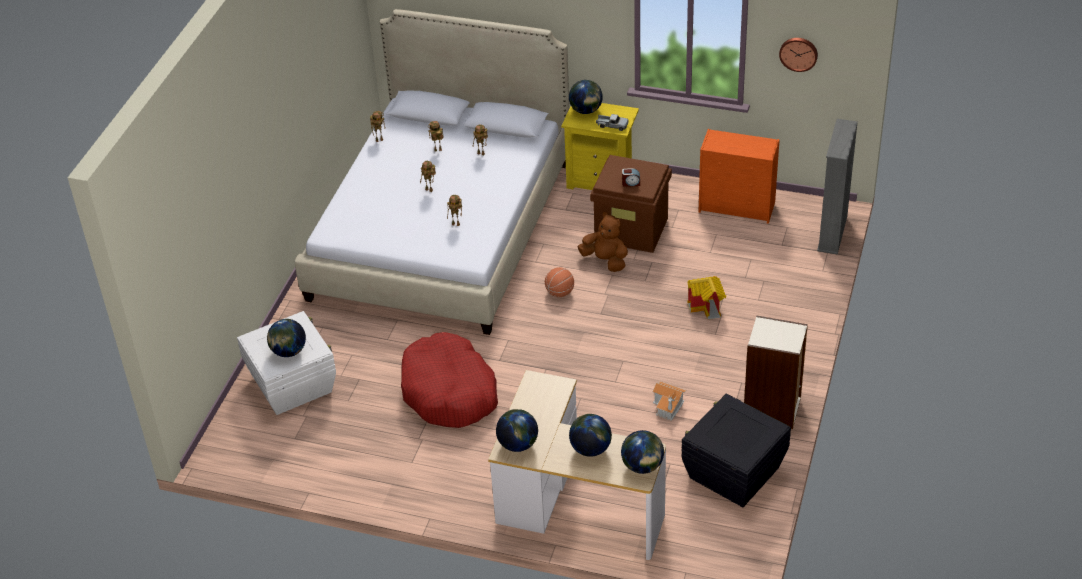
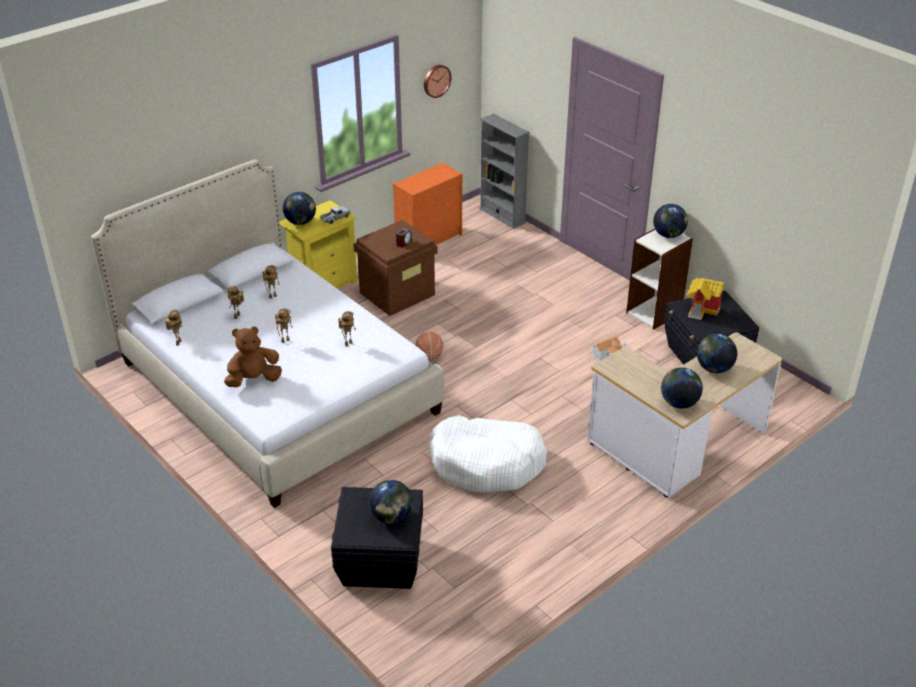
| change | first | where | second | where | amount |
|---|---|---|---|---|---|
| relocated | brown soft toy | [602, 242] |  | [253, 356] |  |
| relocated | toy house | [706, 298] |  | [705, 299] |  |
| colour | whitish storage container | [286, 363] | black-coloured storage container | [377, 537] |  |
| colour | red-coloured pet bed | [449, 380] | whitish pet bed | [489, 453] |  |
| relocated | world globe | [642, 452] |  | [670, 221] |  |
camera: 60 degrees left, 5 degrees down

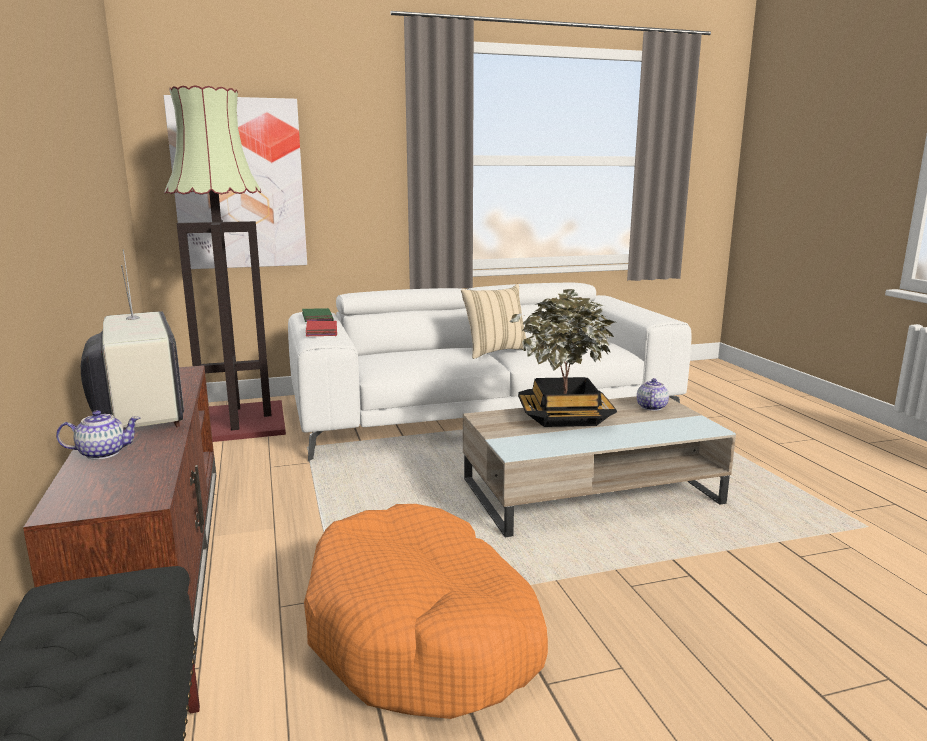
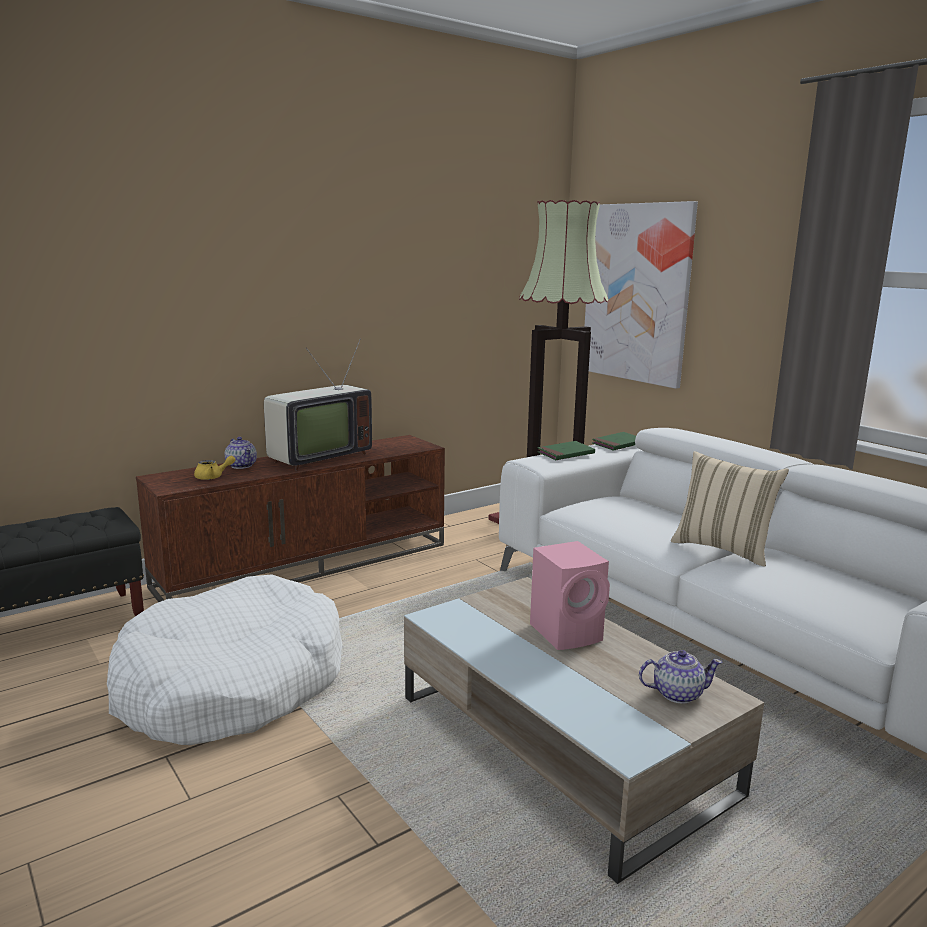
| change | first | where | second | where | amount |
|---|---|---|---|---|---|
| exchanged | plant in a pot | [563, 358] | pink-coloured speaker | [570, 595] |  |
| colour | red-coloured volume | [321, 328] | greenish volume | [566, 450] |  |
| colour | orange-coloured pet bed | [426, 611] | whitish pet bed | [224, 659] |  |
| appeared |  |  | yellow-coloured tea pot | [214, 468] |  |
camera: 70 degrees right, 0 degrees up

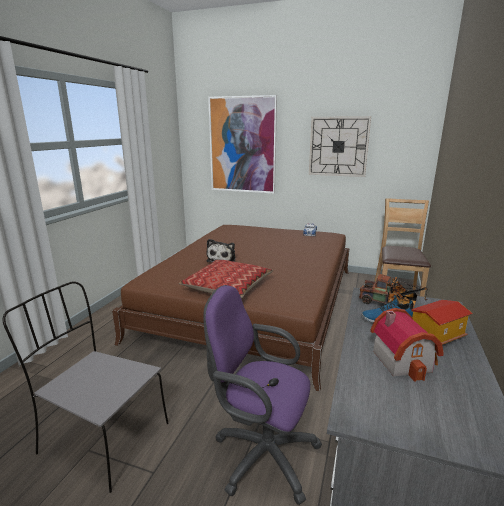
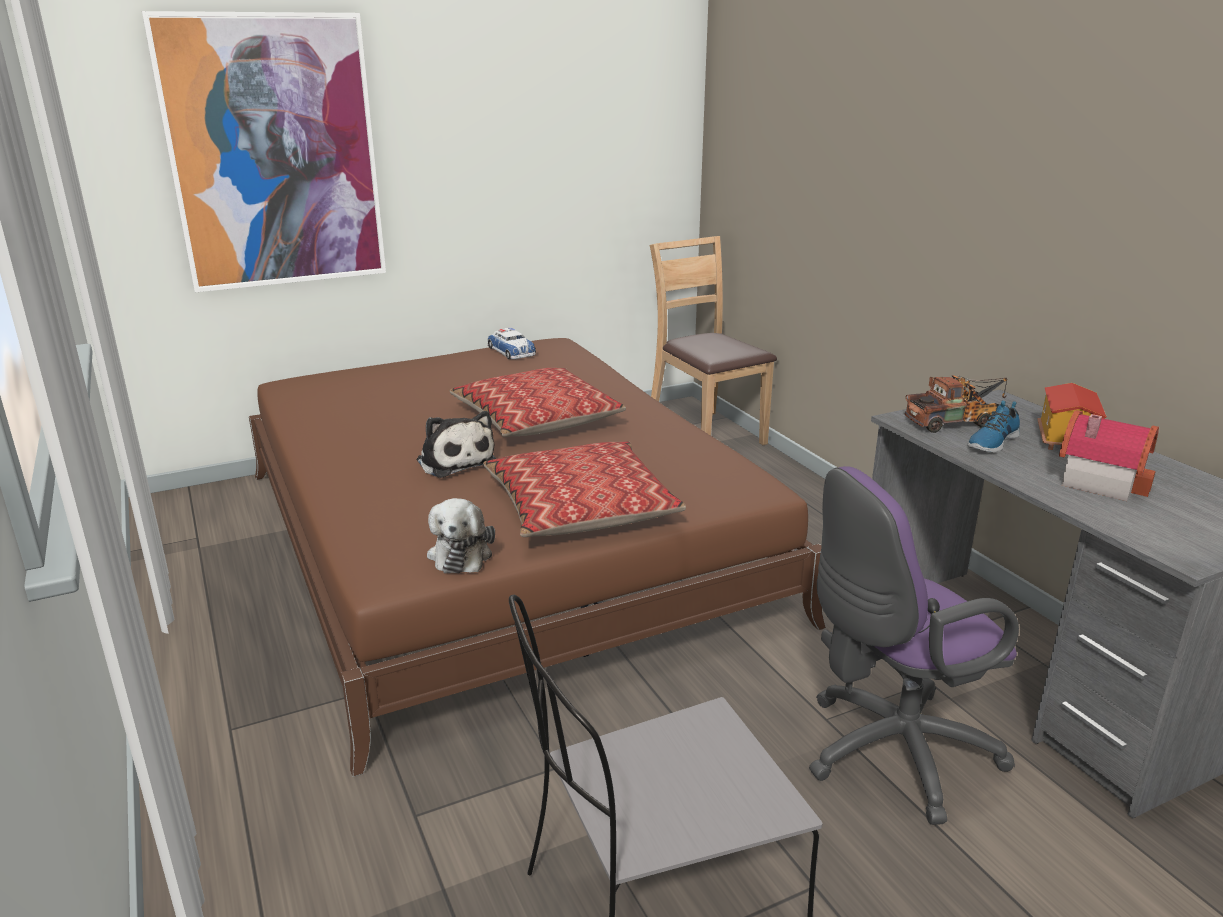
| change | first | where | second | where | amount |
|---|---|---|---|---|---|
| missing | wall clock | [340, 146] |  |  |  |
| appeared |  |  | cushion | [538, 402] |  |
| appeared |  |  | soft toy | [461, 535] |  |
camera: 45 degrees left, 5 degrees up

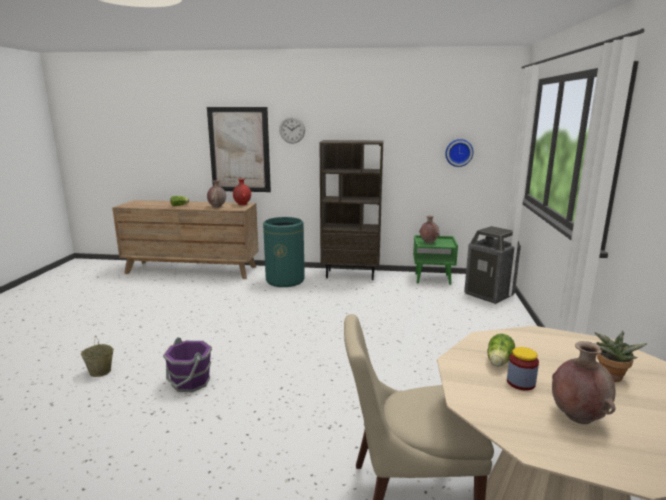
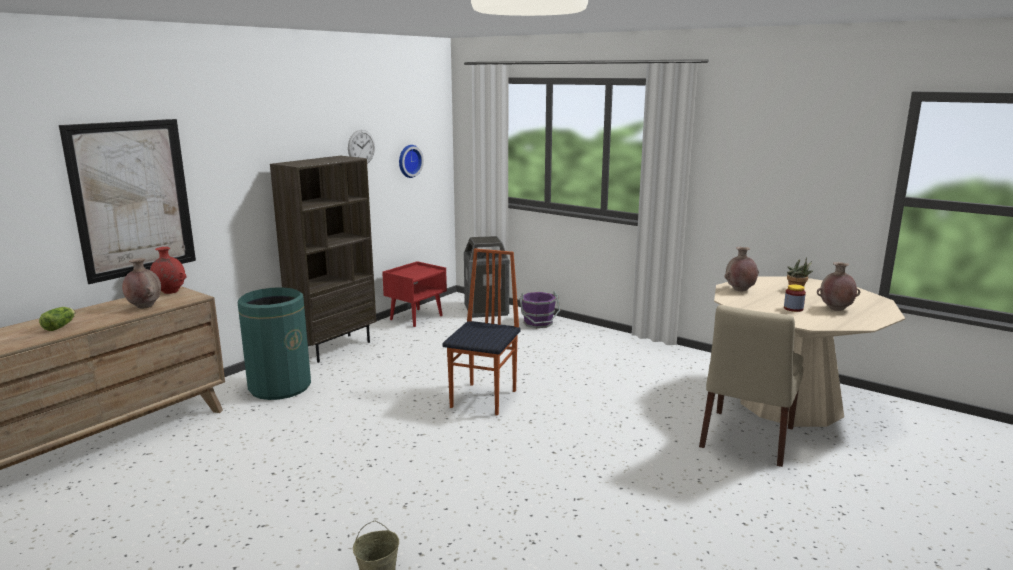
| change | first | where | second | where | amount |
|---|---|---|---|---|---|
| relocated | wall clock | [292, 130] |  | [361, 147] |  |
| relocated | brown flower vase | [429, 229] |  | [741, 269] |  |
| colour | greenish night table | [435, 260] | red-coloured night table | [414, 294] |  |
| missing | lettuce | [501, 350] |  |  |  |
| relocated | purplish bucket | [187, 364] |  | [540, 309] |  |
| appeared |  |  | upright chair | [482, 332] |  |
camera: 60 degrees left, 0 degrees up

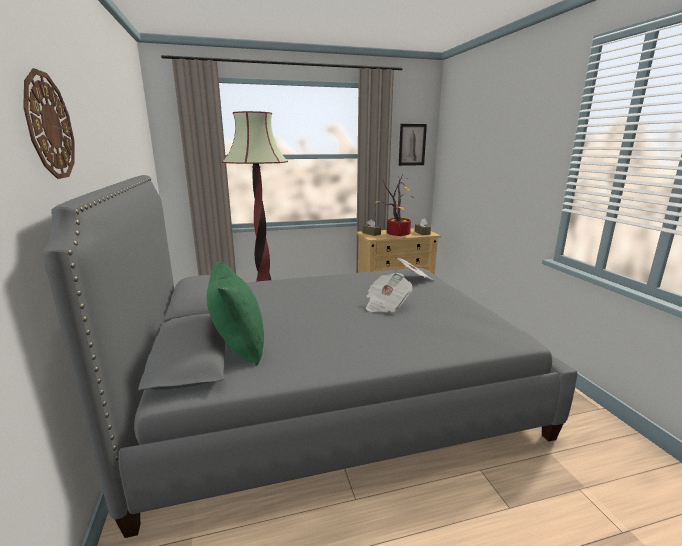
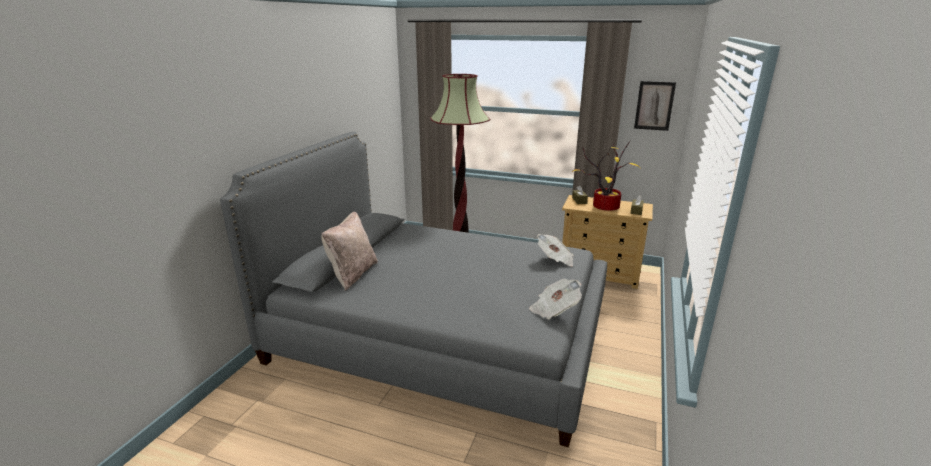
| change | first | where | second | where | amount |
|---|---|---|---|---|---|
| missing | wall clock | [49, 123] |  |  |  |
| colour | greenish cushion | [235, 314] | sand-coloured cushion | [349, 251] |  |
| relocated | newspaper | [389, 292] |  | [555, 299] |  |
camera: 35 degrees right, 5 degrees up

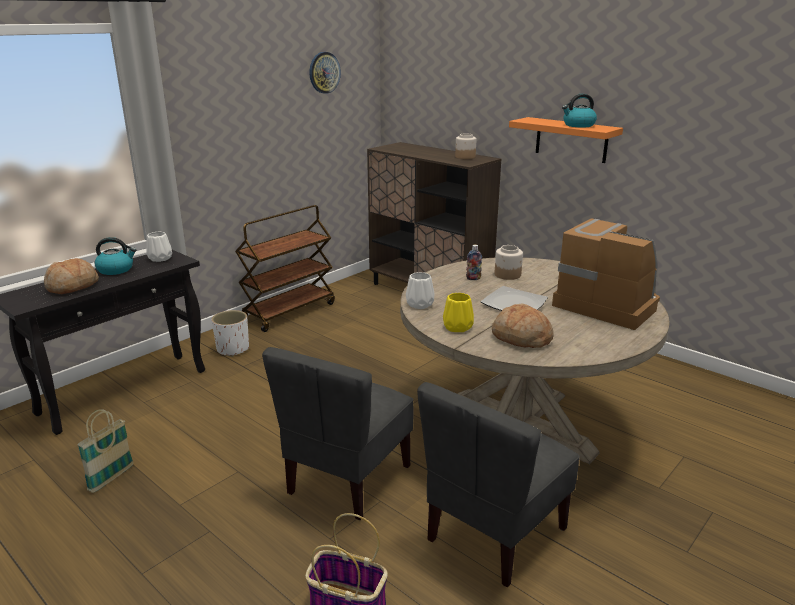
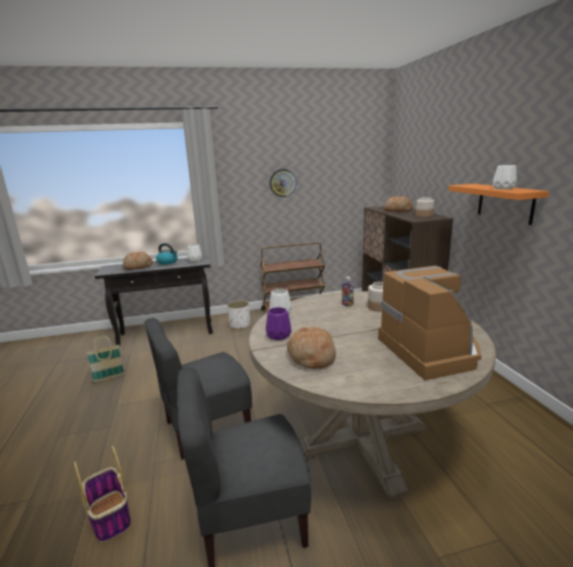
| change | first | where | second | where | amount |
|---|---|---|---|---|---|
| relocated | wall clock | [325, 73] |  | [282, 183] |  |
| exchanged | water kettle | [579, 111] | whitish flower vase | [505, 177] |  |
| missing | dinner plate | [514, 298] |  |  |  |
| colour | yellow-coloured flower vase | [458, 312] | purplish flower vase | [278, 323] |  |
| appeared |  |  | baked bread | [398, 204] |  |
camera: 35 degrees right, 5 degrees down

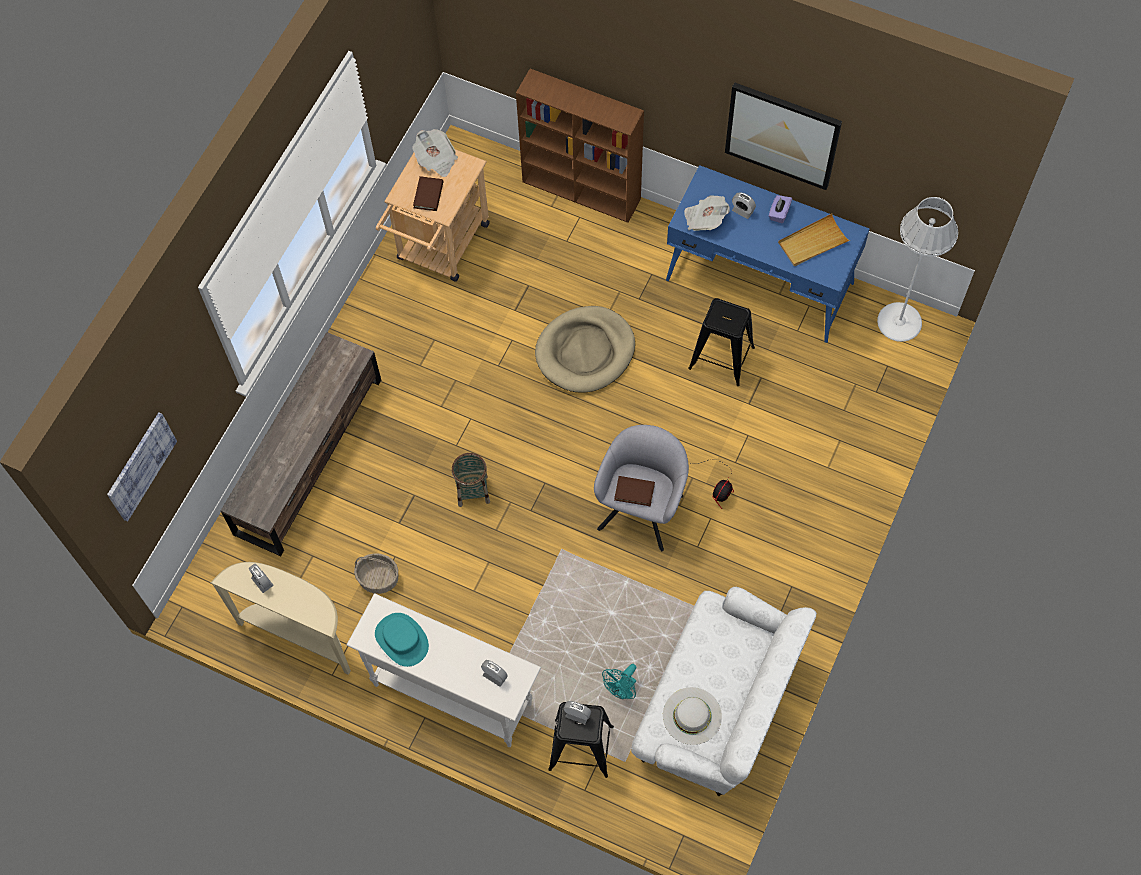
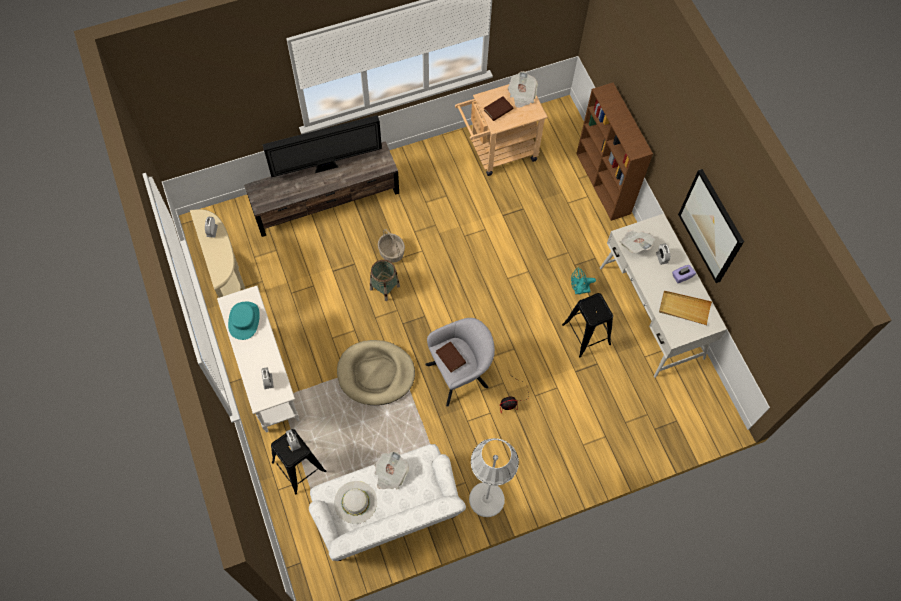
| change | first | where | second | where | amount |
|---|---|---|---|---|---|
| colour | blue-coloured desk table | [767, 254] | whitish desk table | [663, 296] |  |
| relocated | whitish floor lamp | [917, 269] |  | [494, 477] |  |
| relocated | sand-coloured pet bed | [585, 349] |  | [376, 372] |  |
| missing | wall art | [142, 467] |  |  |  |
| relocated | household basket | [376, 573] |  | [391, 246] |  |
| relocated | turquoise-coloured fan | [619, 681] |  | [583, 281] |  |
| appeared |  |  | TV | [322, 146] |  |
| appeared |  |  | newspaper | [392, 470] |  |
camera: 40 degrees right, 0 degrees up

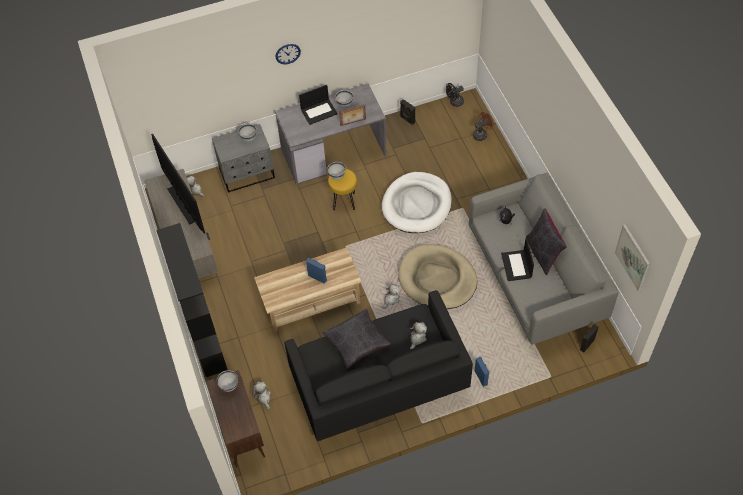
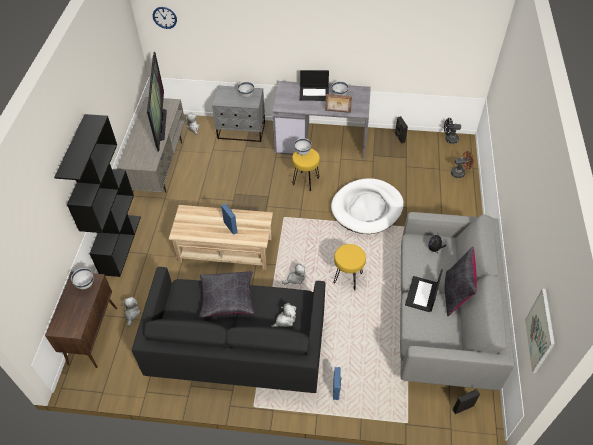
| change | first | where | second | where | amount |
|---|---|---|---|---|---|
| relocated | wall clock | [288, 54] |  | [165, 18] |  |
| exchanged | sand-coloured pet bed | [437, 276] | yellow-coloured stool | [349, 267] |  |
camera: 25 degrees right, 5 degrees down

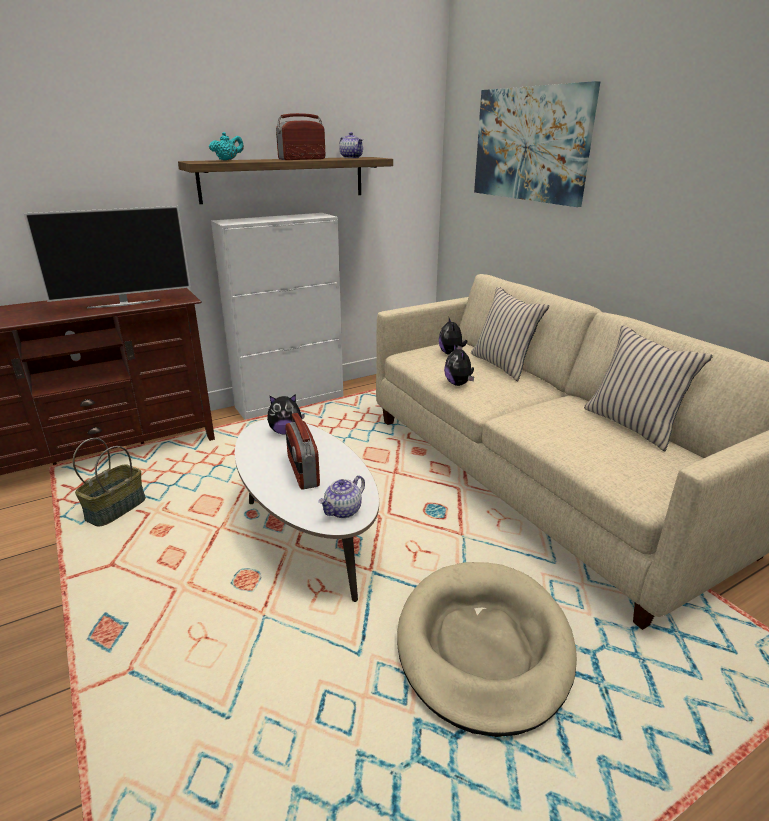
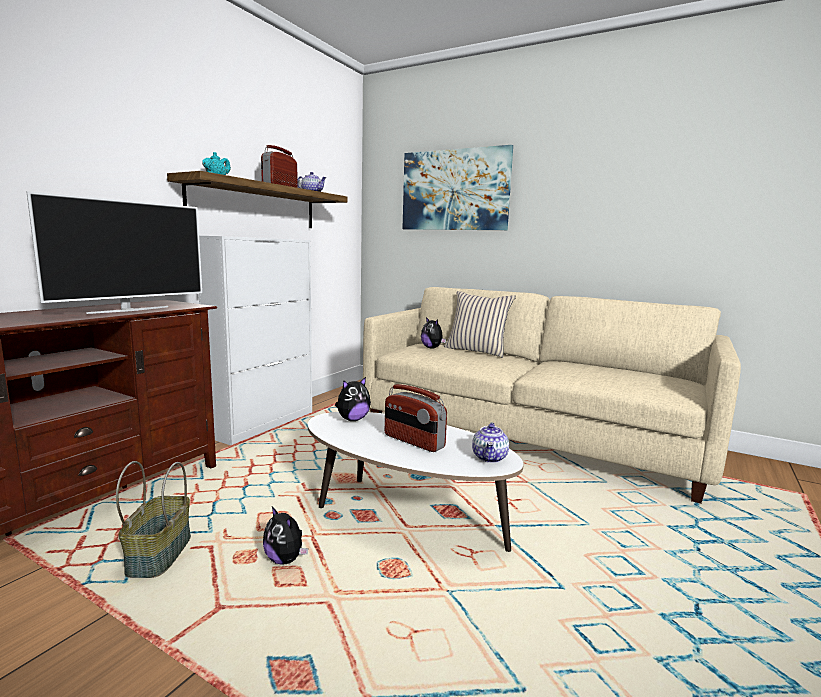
| change | first | where | second | where | amount |
|---|---|---|---|---|---|
| missing | sand-coloured cushion | [648, 388] |  |  |  |
| relocated | soft toy | [459, 365] |  | [285, 535] |  |
| missing | sand-coloured pet bed | [487, 649] |  |  |  |
camera: 30 degrees left, 15 degrees down

